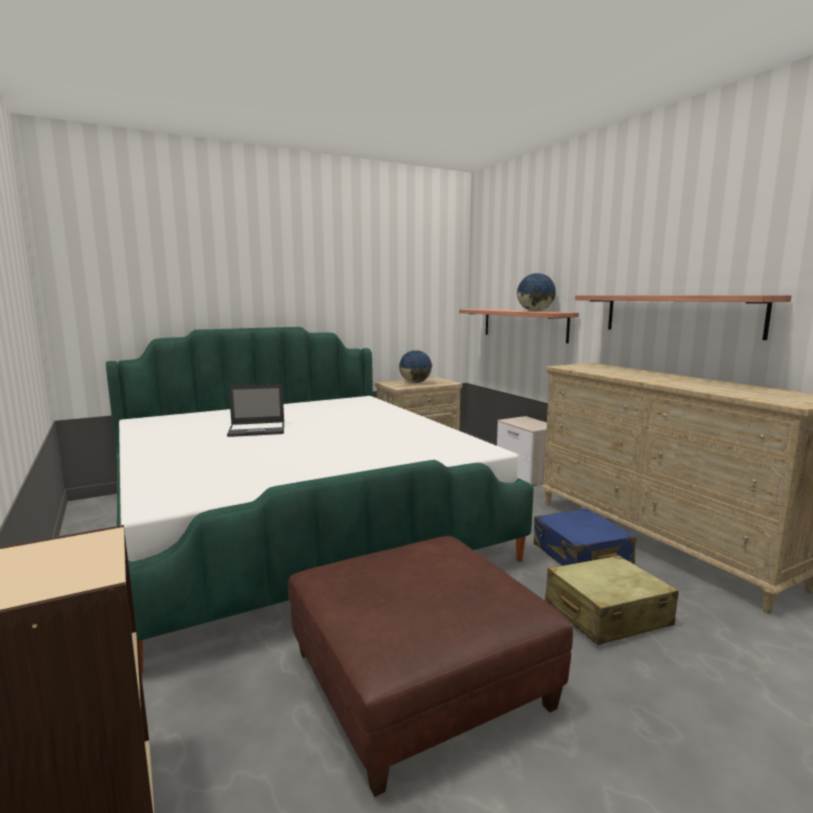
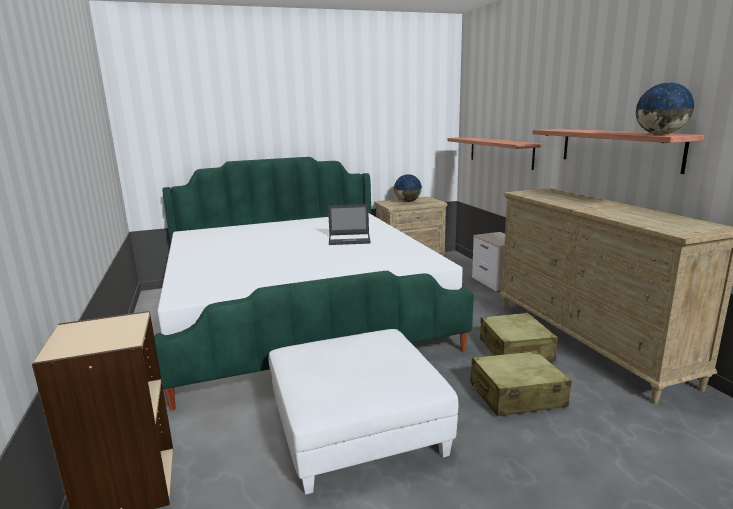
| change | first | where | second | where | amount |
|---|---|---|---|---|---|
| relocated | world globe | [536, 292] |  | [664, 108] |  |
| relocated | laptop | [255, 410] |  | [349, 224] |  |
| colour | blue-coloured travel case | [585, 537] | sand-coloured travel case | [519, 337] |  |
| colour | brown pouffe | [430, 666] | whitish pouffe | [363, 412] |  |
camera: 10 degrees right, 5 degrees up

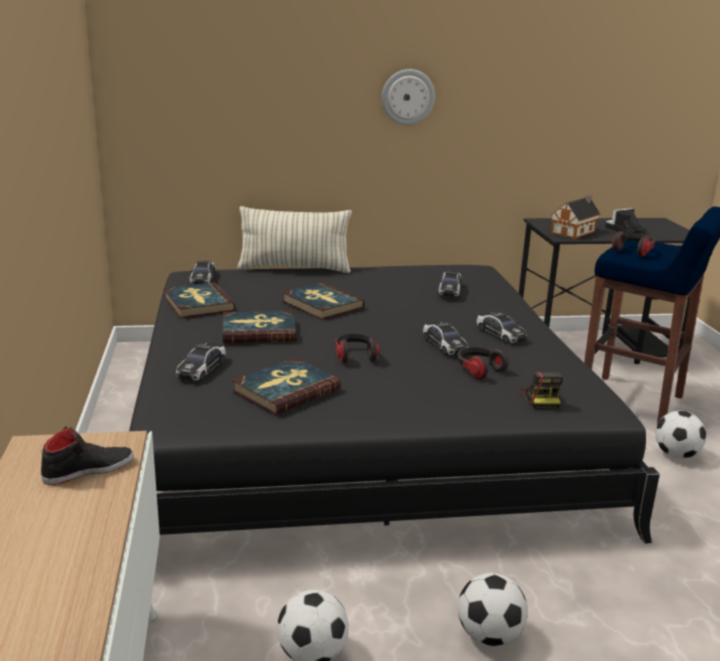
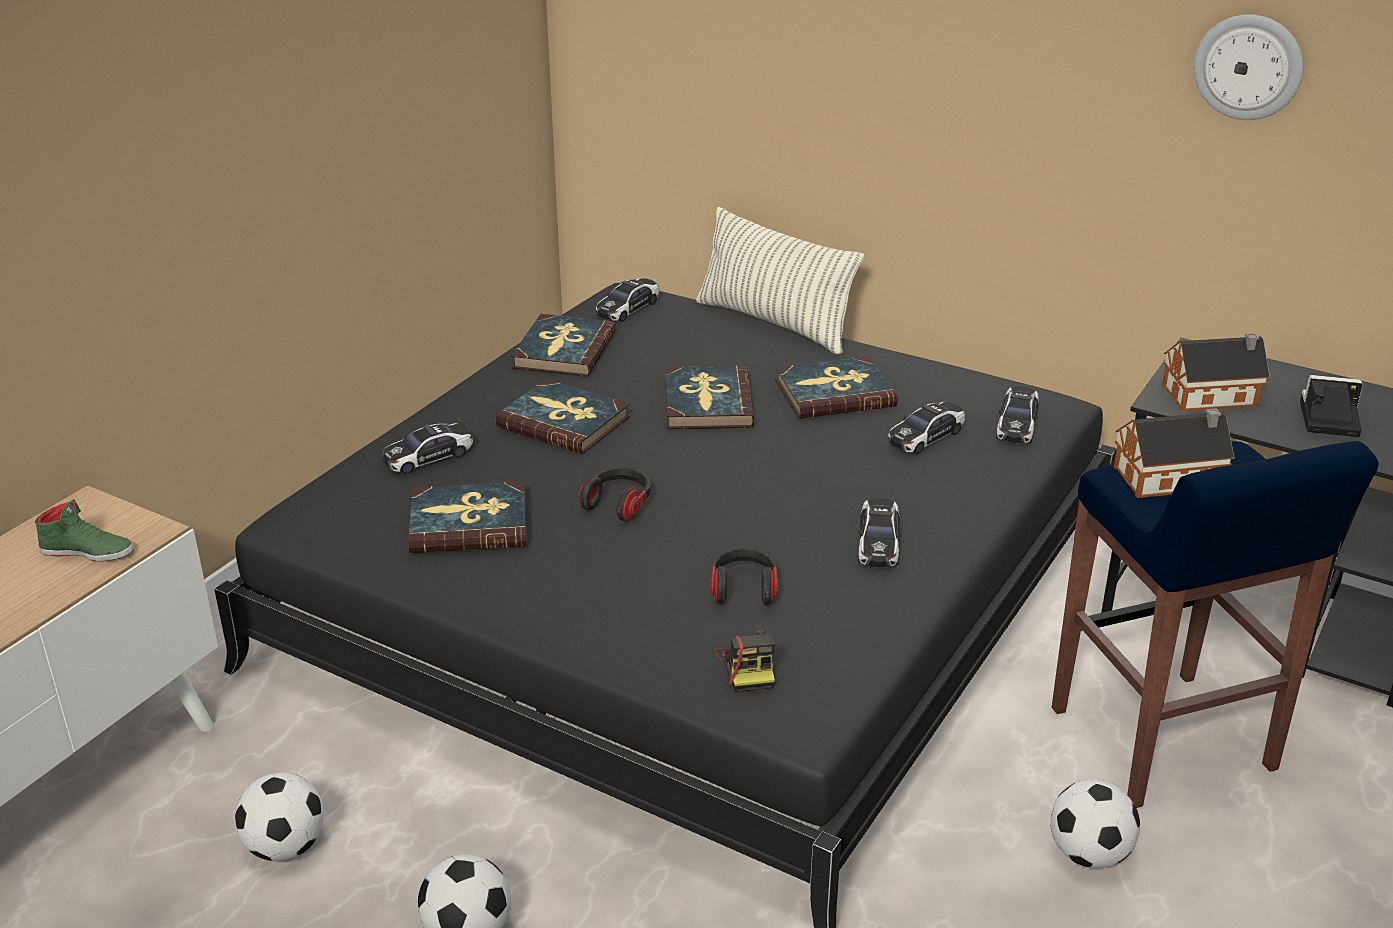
| change | first | where | second | where | amount |
|---|---|---|---|---|---|
| relocated | wall clock | [408, 97] |  | [1249, 67] |  |
| exchanged | headphones | [633, 244] | toy house | [1174, 453] |  |
| relocated | model car | [445, 338] |  | [1017, 415] |  |
| spun | photo camera | [541, 390] |  | [745, 661] | 45 degrees counterclockwise |
| colour | black-coloured shoe | [87, 455] | greenish shoe | [84, 530] |  |
| appeared |  |  | volume | [836, 387] |  |
camera: 40 degrees right, 10 degrees up

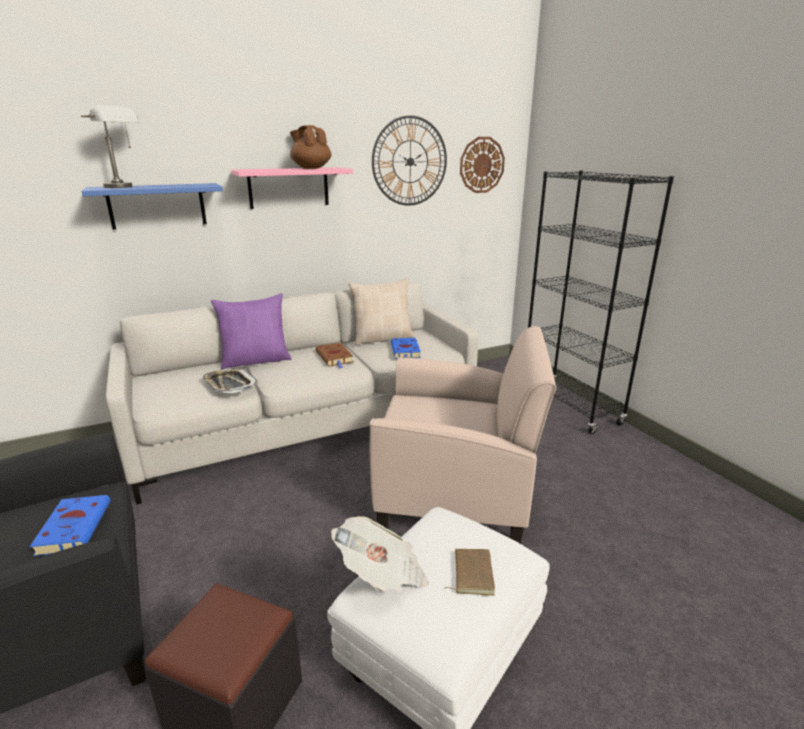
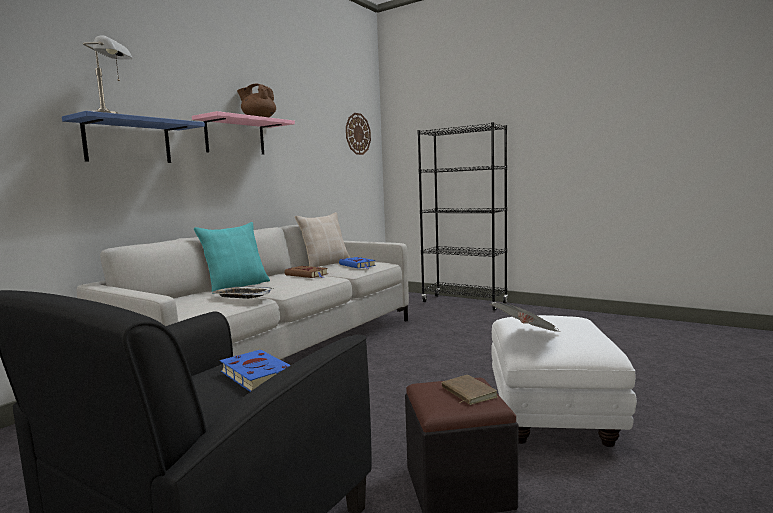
| change | first | where | second | where | amount |
|---|---|---|---|---|---|
| missing | wall clock | [409, 160] |  |  |  |
| colour | purplish cushion | [251, 331] | turquoise-coloured cushion | [232, 258] |  |
| missing | sand-coloured easy chair | [463, 435] |  |  |  |
| relocated | brown volume | [469, 572] |  | [469, 390] |  |
camera: 30 degrees left, 15 degrees down

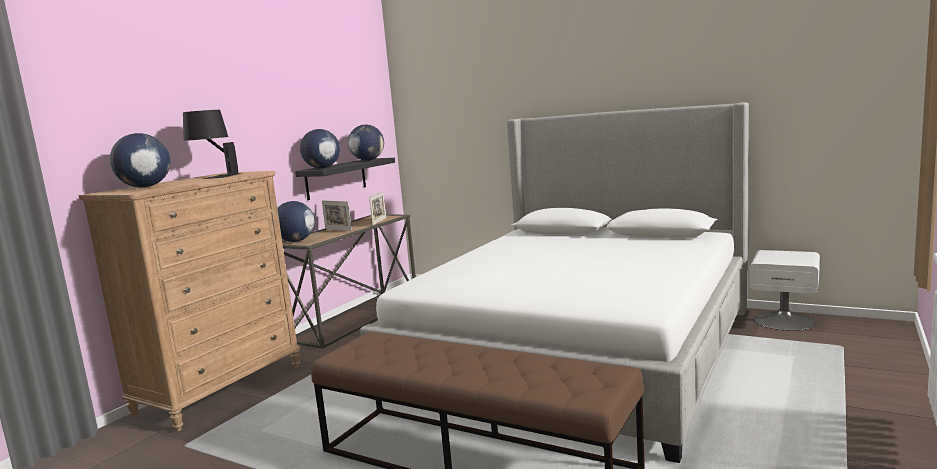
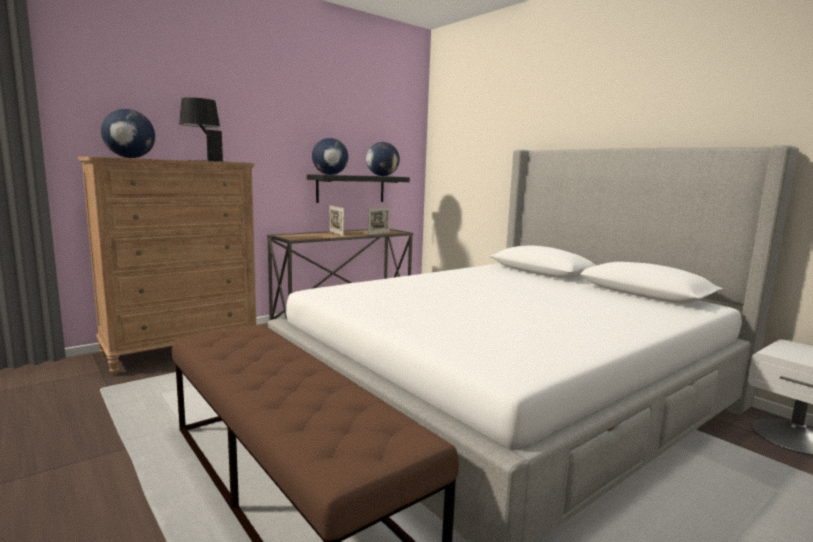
| change | first | where | second | where | amount |
|---|---|---|---|---|---|
| missing | world globe | [296, 221] |  |  |  |
camera: 20 degrees right, 0 degrees up

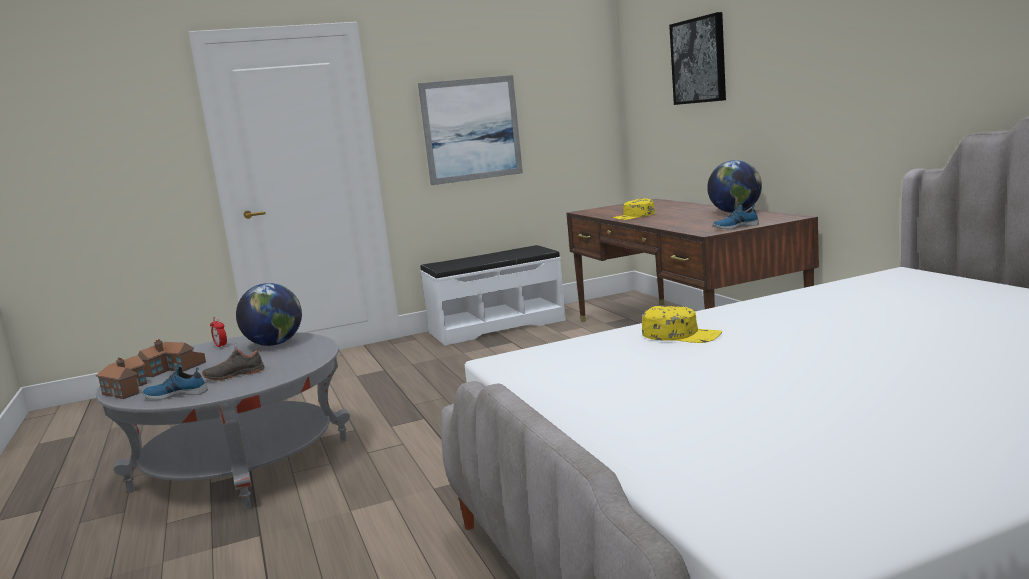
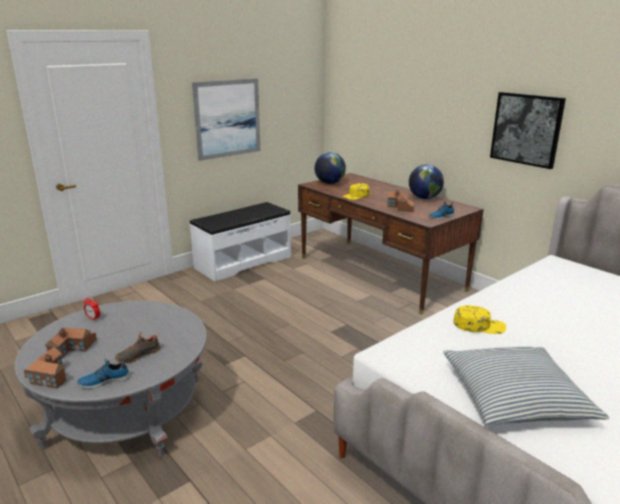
| change | first | where | second | where | amount |
|---|---|---|---|---|---|
| relocated | wall art | [697, 58] |  | [528, 130] |  |
| relocated | world globe | [269, 314] |  | [330, 168] |  |
| appeared |  |  | toy house | [400, 201] |  |
| appeared |  |  | cushion | [526, 386] |  |
camera: 20 degrees left, 10 degrees up

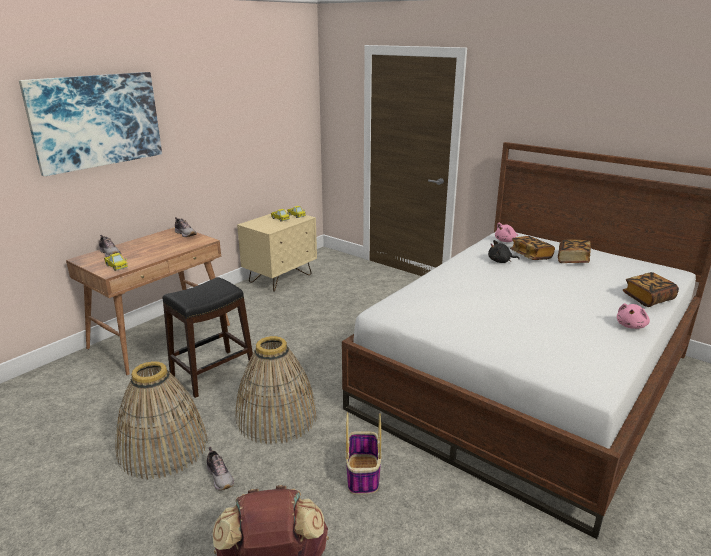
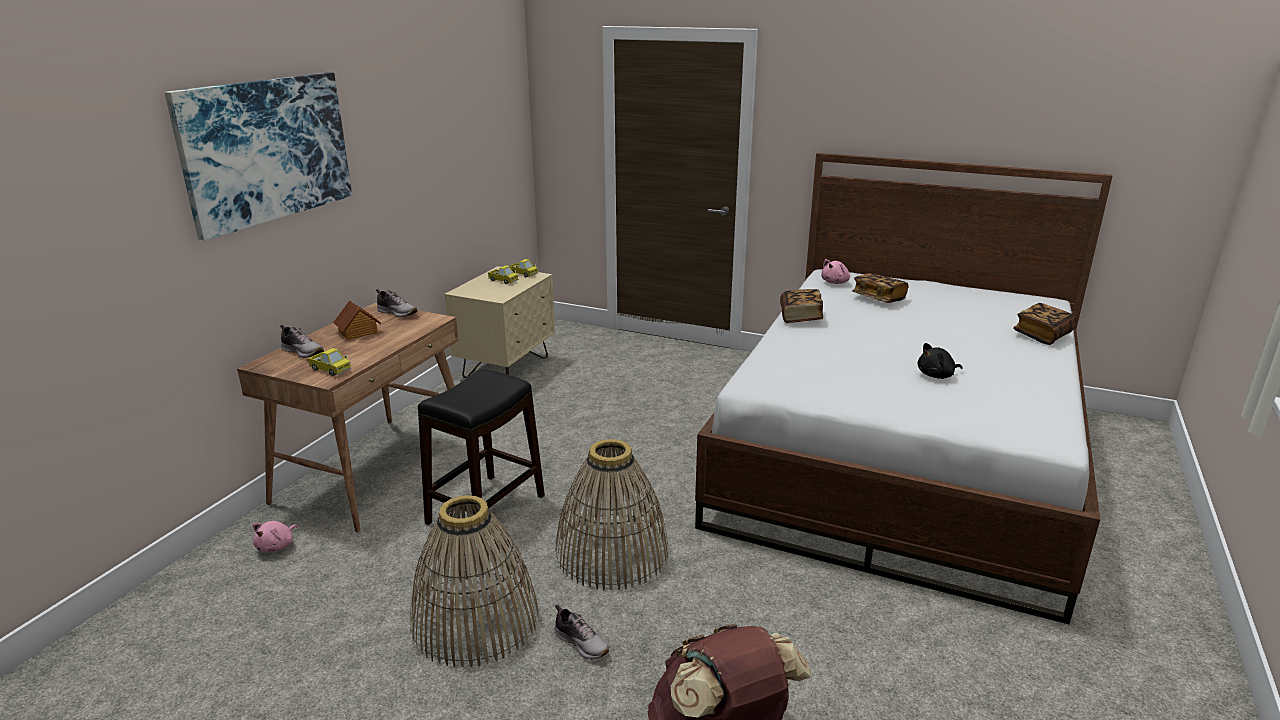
| change | first | where | second | where | amount |
|---|---|---|---|---|---|
| relocated | volume | [574, 251] |  | [801, 306] |  |
| relocated | black-coloured soft toy | [504, 251] |  | [940, 361] |  |
| relocated | pink-coloured soft toy | [633, 316] |  | [275, 536] |  |
| missing | household basket | [363, 453] |  |  |  |
| appeared |  |  | toy house | [357, 320] |  |
camera: 15 degrees left, 0 degrees up

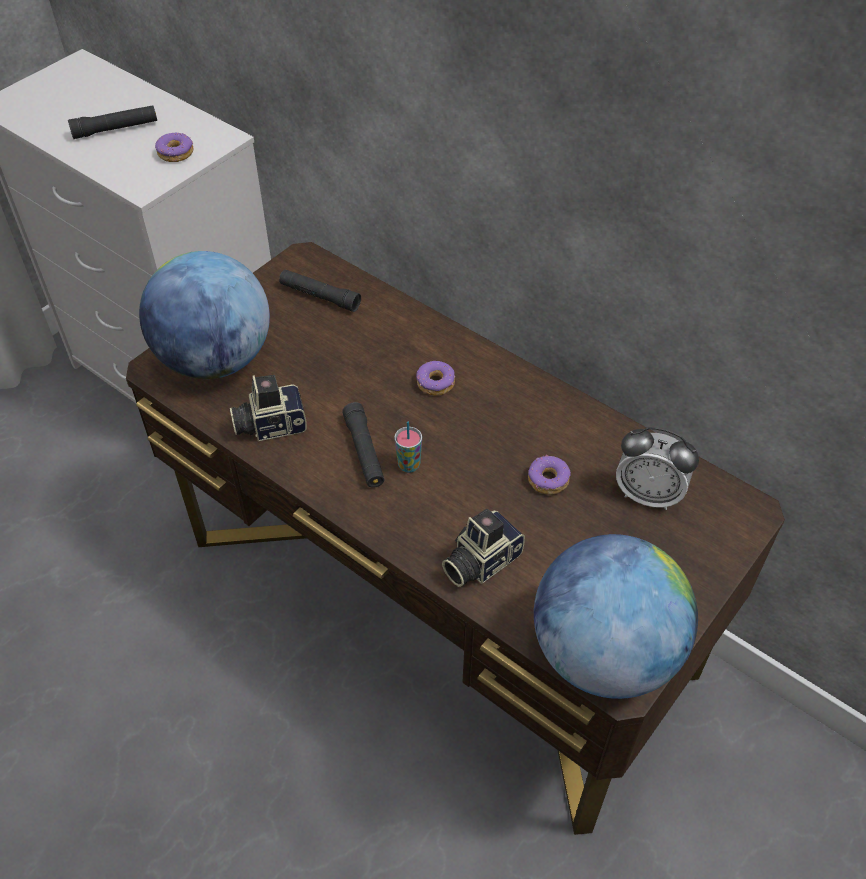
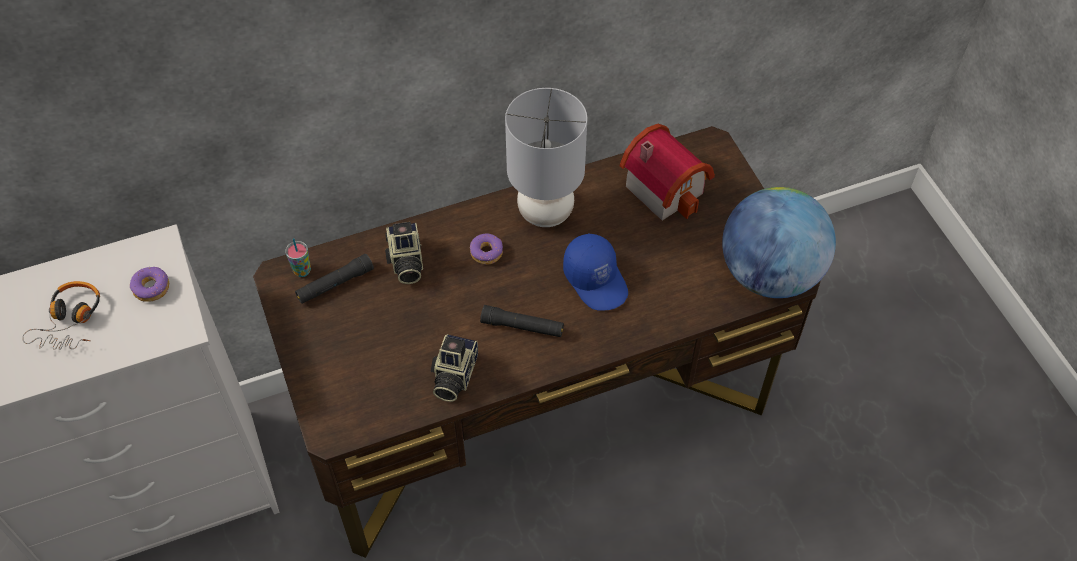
| change | first | where | second | where | amount |
|---|---|---|---|---|---|
| exchanged | black-coloured flashlight | [112, 122] | headphones | [61, 315] |  |
| missing | world globe | [204, 315] |  |  |  |
| relocated | drinking cup | [408, 447] |  | [298, 257] |  |
| exchanged | alarm clock | [657, 468] | toy house | [667, 172] |  |
| missing | ring doughnut | [549, 475] |  |  |  |
| relocated | photo camera | [483, 548] |  | [404, 253] |  |
| appeared |  |  | grey table lamp | [546, 157] |  |
| appeared |  |  | blue-coloured baseball cap | [595, 272] |  |
camera: 60 degrees left, 5 degrees up

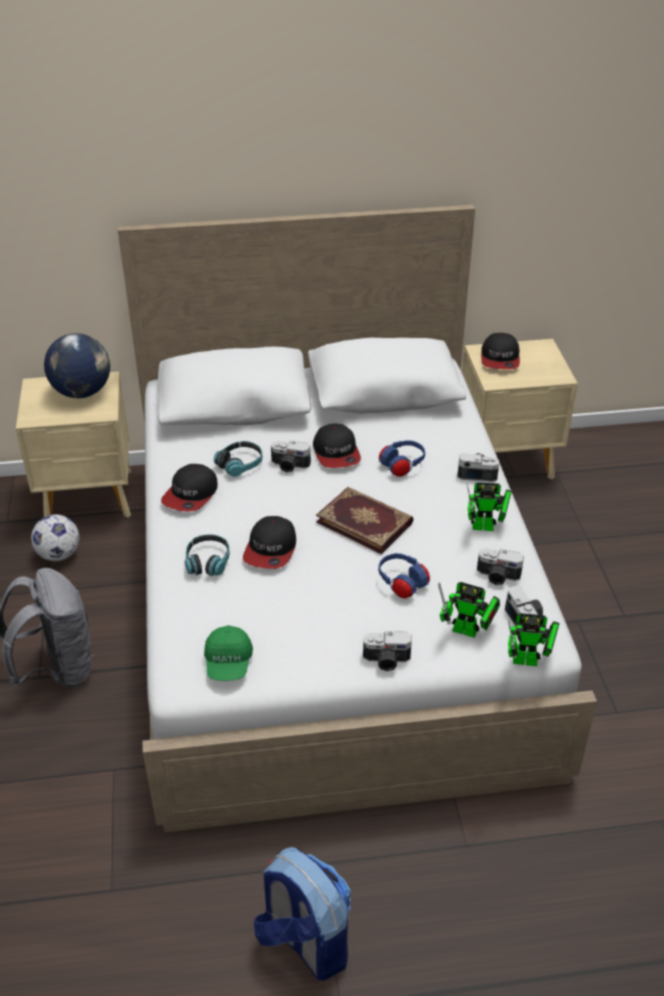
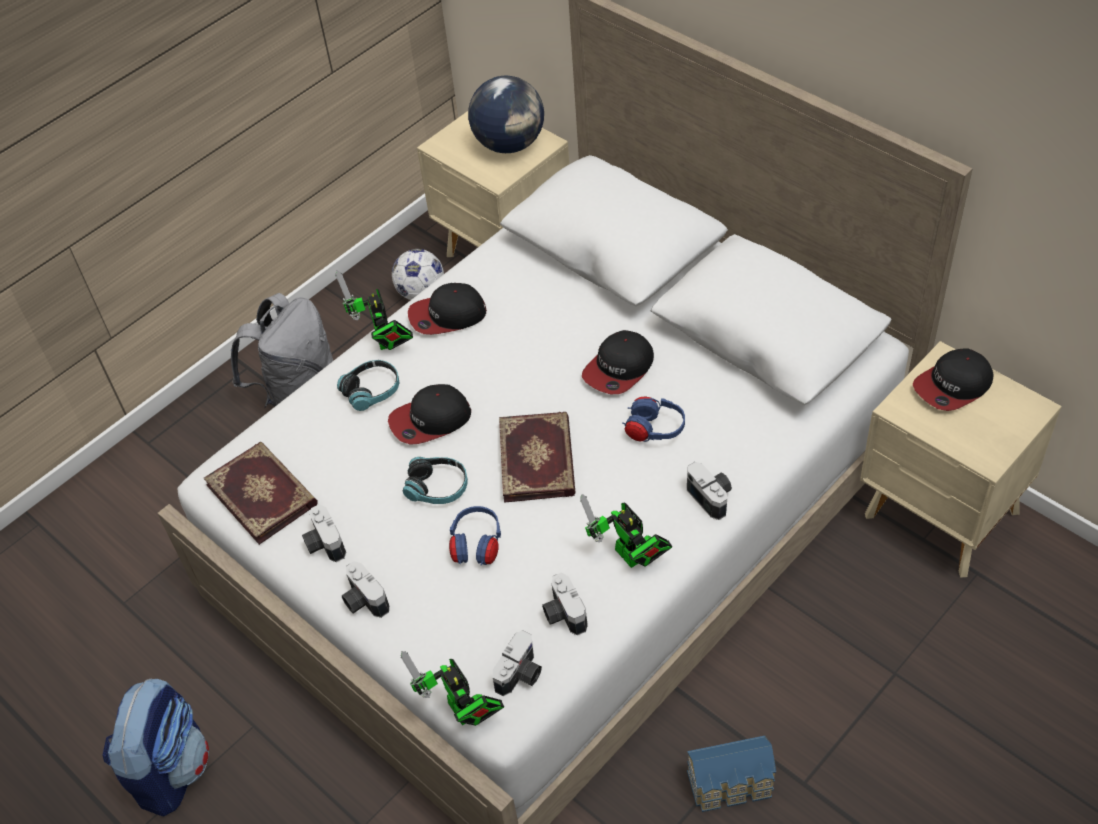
| change | first | where | second | where | amount |
|---|---|---|---|---|---|
| relocated | headphones | [238, 459] |  | [435, 480] |  |
| relocated | photo camera | [291, 456] |  | [324, 533] |  |
| relocated | toy robot | [469, 610] |  | [374, 310] |  |
| exchanged | greenish baseball cap | [228, 653] | volume | [261, 493] |  |
| appeared |  |  | toy house | [731, 774] |  |
camera: 55 degrees right, 10 degrees up

